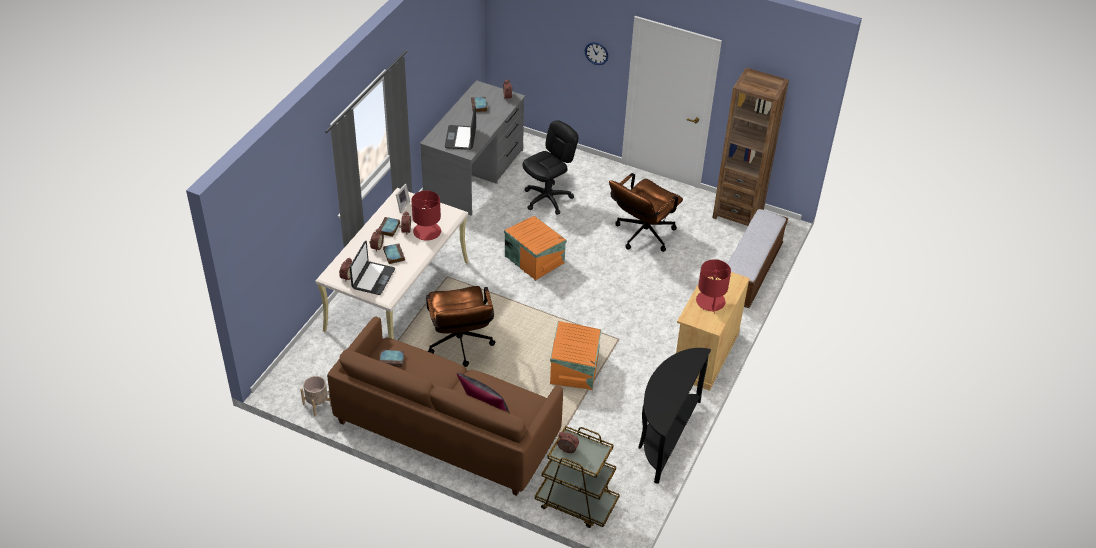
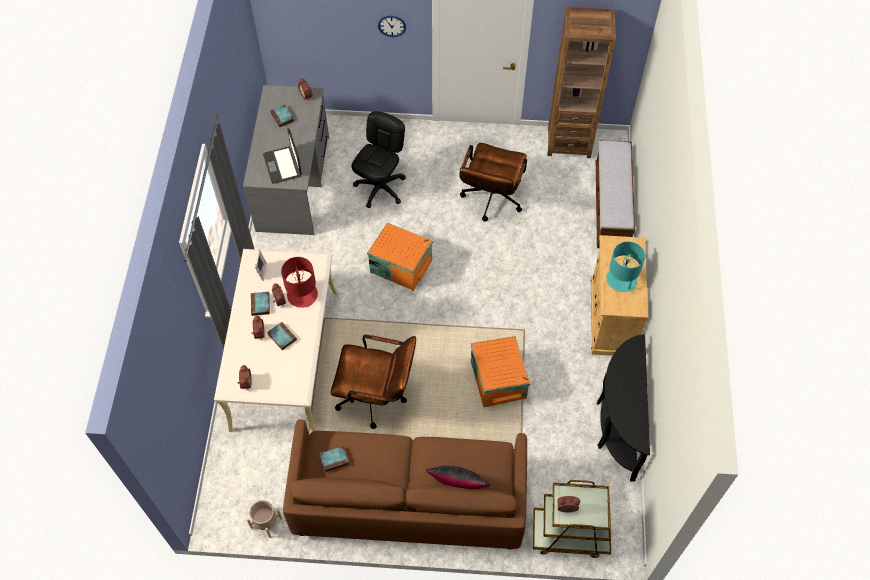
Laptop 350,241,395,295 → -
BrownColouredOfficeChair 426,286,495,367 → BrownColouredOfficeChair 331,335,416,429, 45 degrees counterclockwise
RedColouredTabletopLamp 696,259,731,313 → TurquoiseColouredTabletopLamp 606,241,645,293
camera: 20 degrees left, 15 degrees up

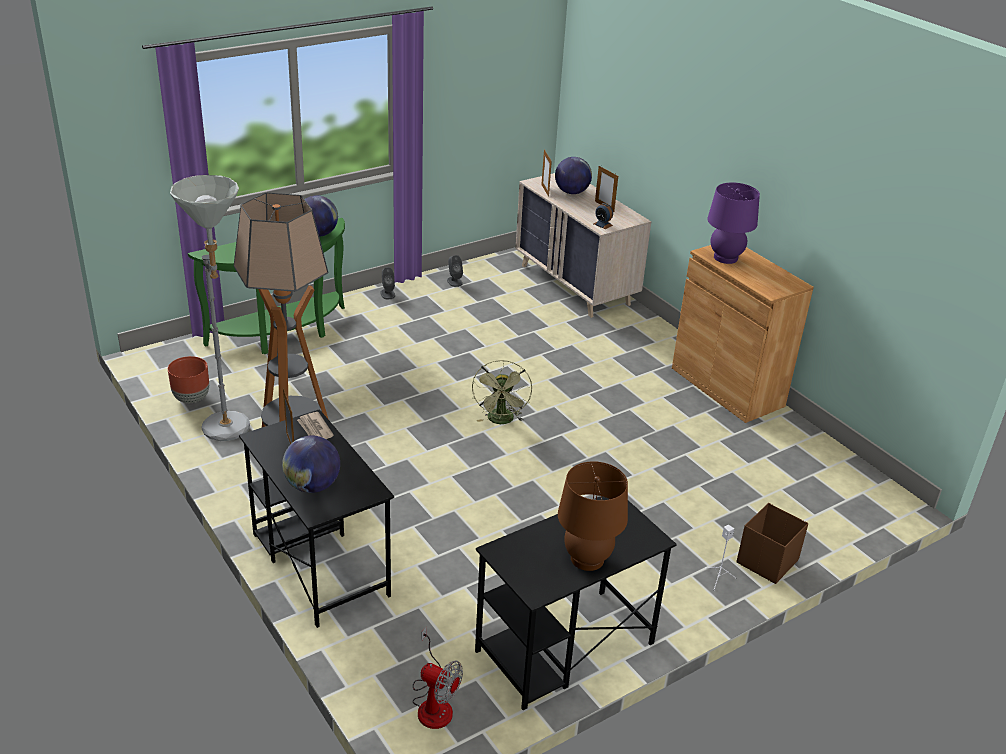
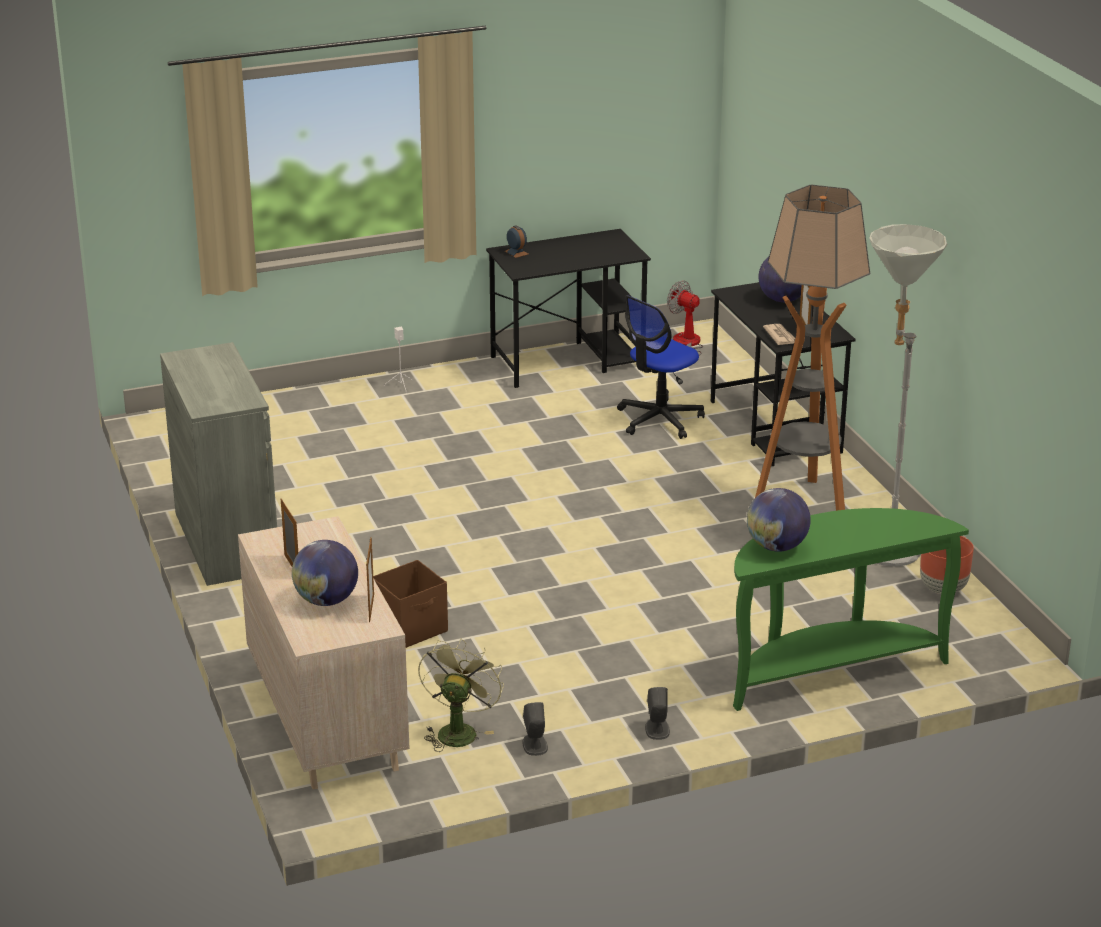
GreenColouredElectricFan 472,360,532,424 → GreenColouredElectricFan 418,638,504,752, shifted
BrownColouredTabletopLamp 558,461,628,571 → -
BedsideClock 593,203,613,229 → BedsideClock 505,225,528,258, shifted
BrownColouredCabinet 672,245,814,423 → GrayCabinet 160,342,277,586
PurpleColouredTabletopLamp 707,183,760,264 → -
BrownColouredStorageBox 737,503,808,584 → BrownColouredStorageBox 373,560,448,648, shifted
- → OfficeChair 617,295,705,439
camera: 165 degrees left, 5 degrees down

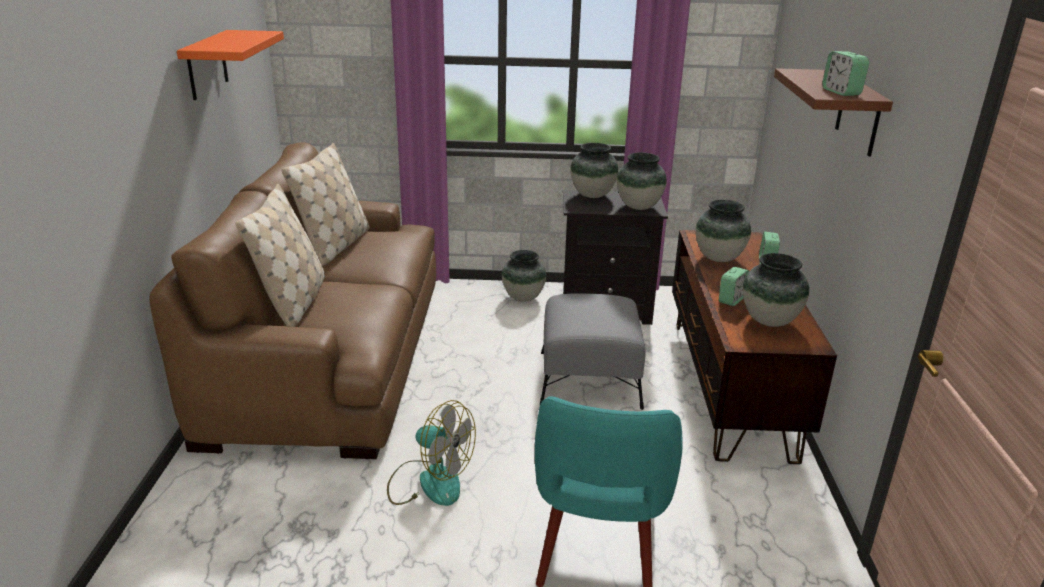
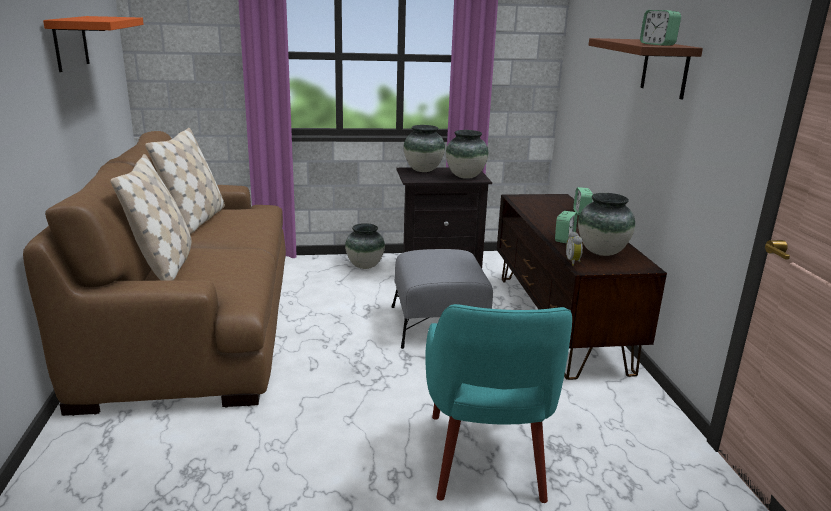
ElectricFan 387,400,476,506 → -
FlowerVase 695,200,751,262 → -
- → BedsideClock 566,231,583,266
camera: 10 degrees left, 5 degrees down

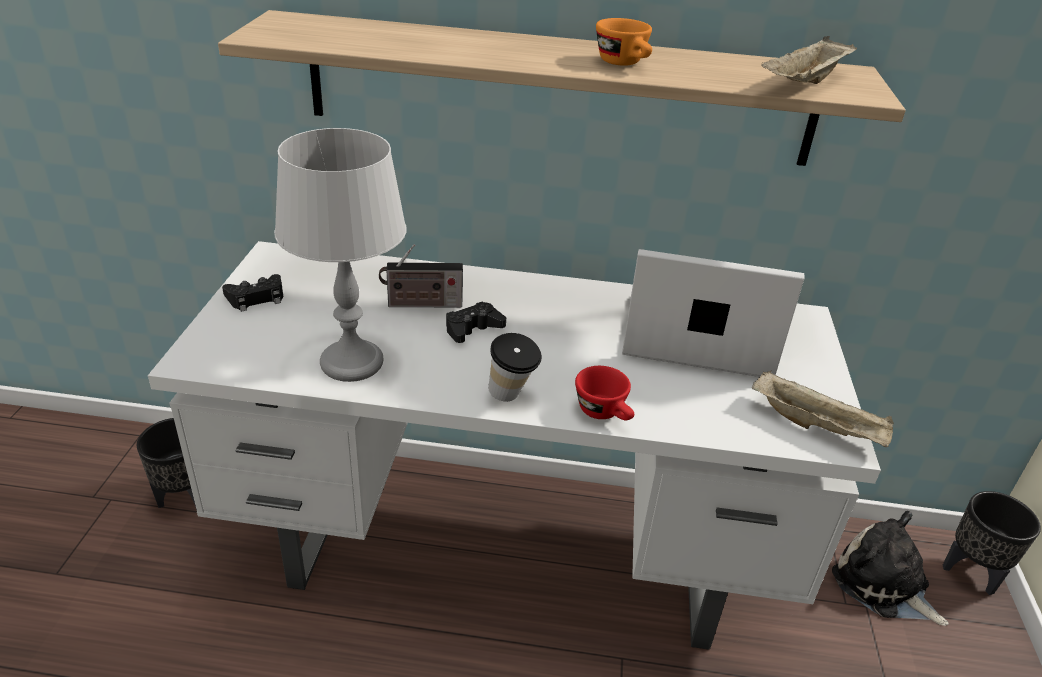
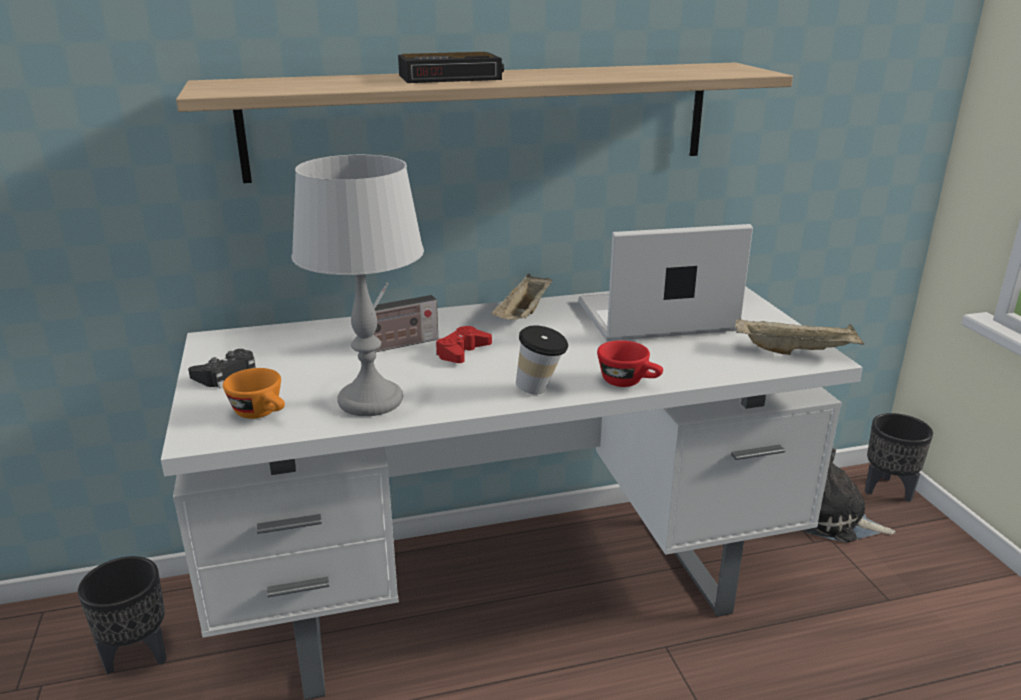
BlackColouredGamepad 446,302,506,343 → RedColouredGamepad 436,326,492,363
OrangeColouredDrinkingCup 596,18,652,66 → OrangeColouredDrinkingCup 223,368,285,419, shifted
SandColouredTray 761,36,857,84 → SandColouredTray 492,274,552,320, shifted
- → BedsideClock 398,52,504,83
camera: 20 degrees left, 10 degrees down

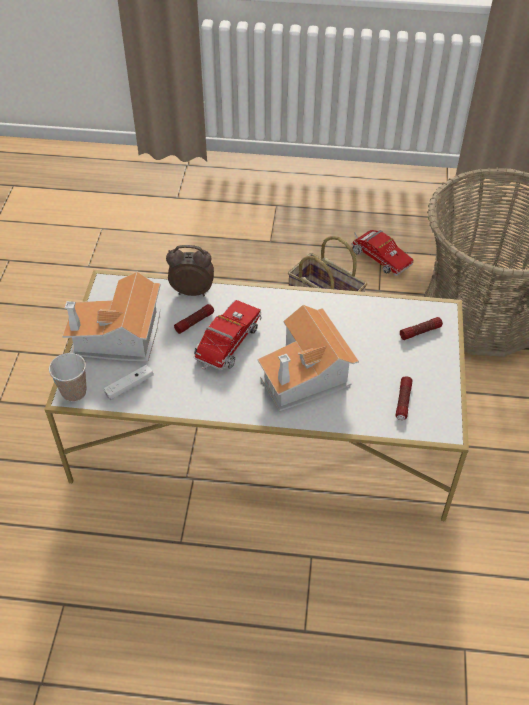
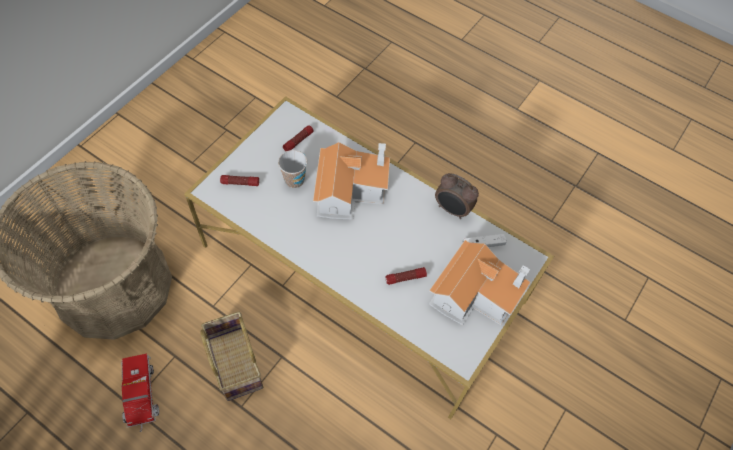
DrinkingCup 49,353,87,402 → DrinkingCup 278,150,307,188, shifted
BedsideClock 166,245,214,296 → BedsideClock 435,173,479,219, shifted
ModelTruck 193,300,262,370 → -
camera: 155 degrees left, 10 degrees up

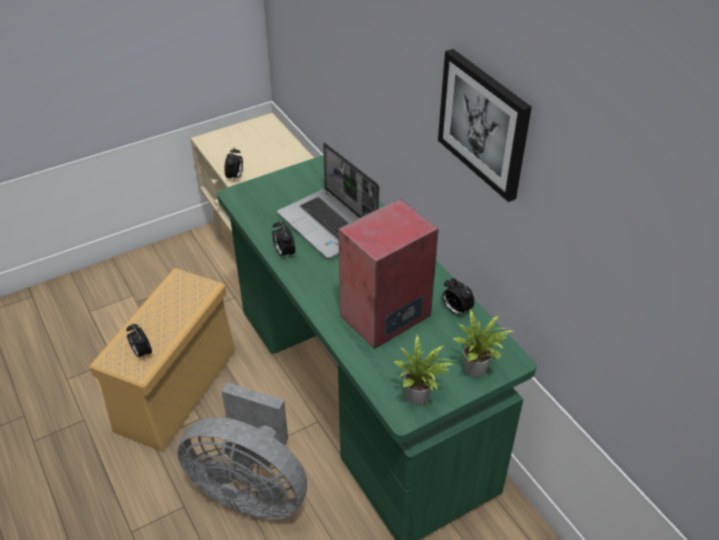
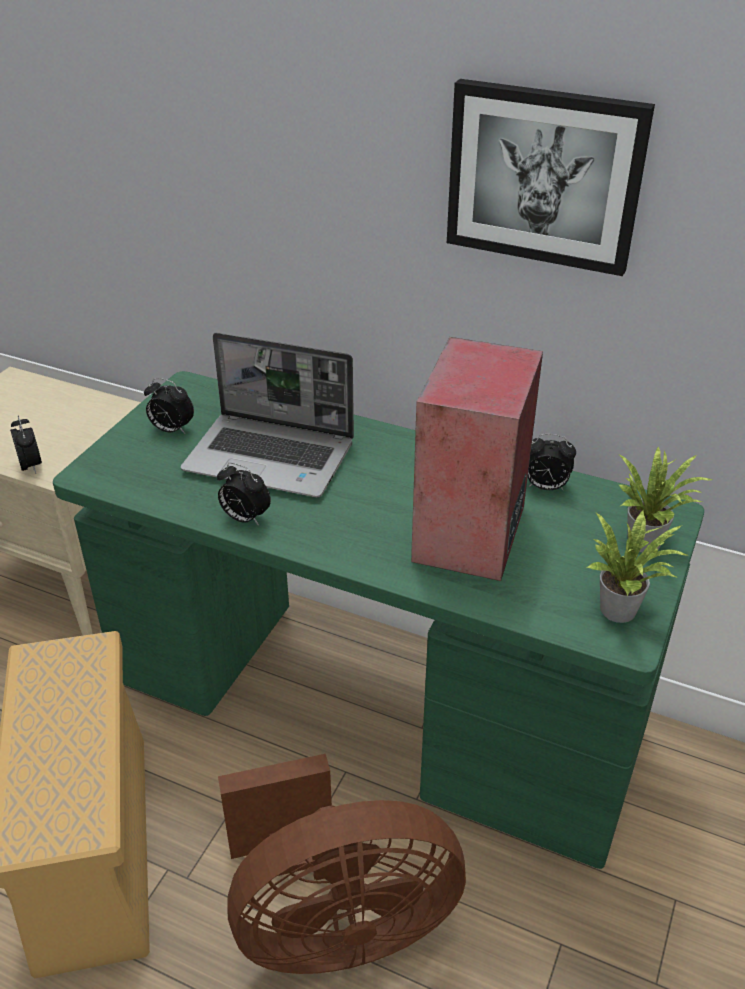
BedsideClock 126,324,152,359 → BedsideClock 144,378,194,434, shifted
GrayElectricFan 177,382,307,520 → BrownColouredElectricFan 218,754,466,974
camera: 35 degrees left, 5 degrees down

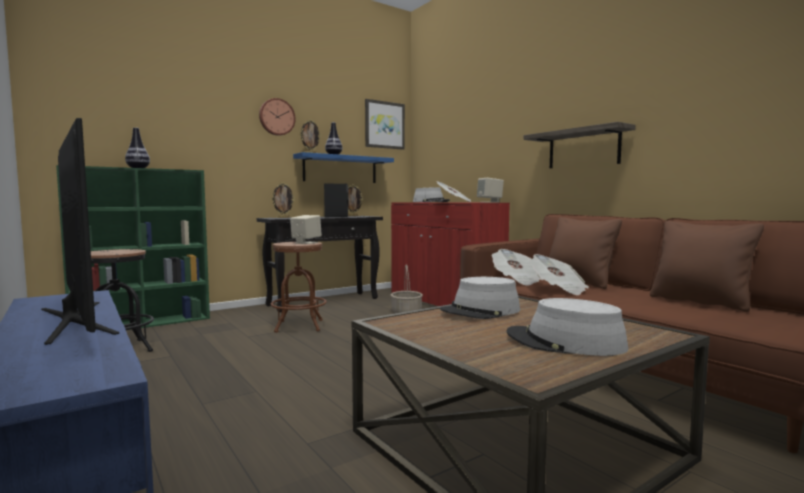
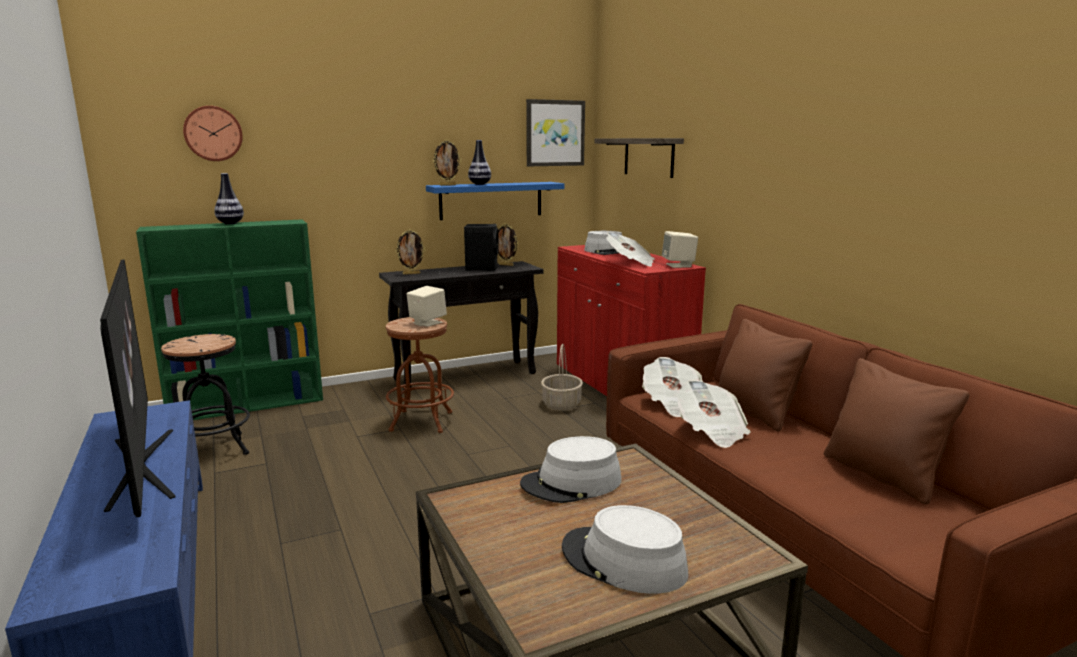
ClockOnTheWall 259,98,296,136 → ClockOnTheWall 183,106,243,161, shifted
WallShelf 524,122,636,168 → WallShelf 595,138,684,178, shifted
camera: 10 degrees right, 10 degrees up

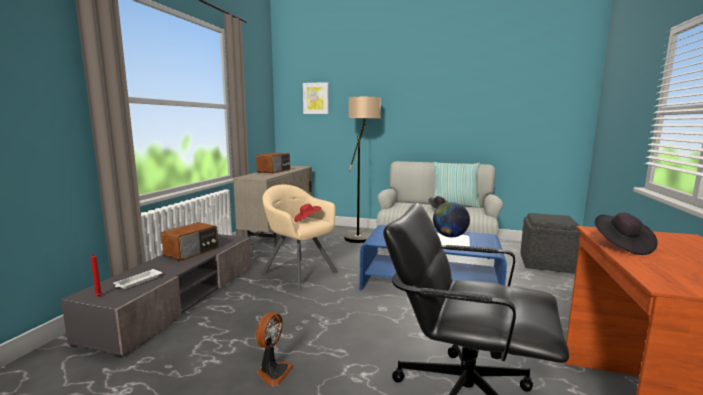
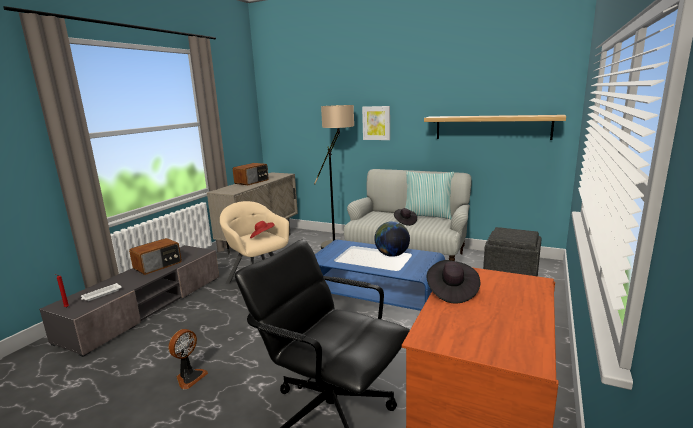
WallPicture 303,82,328,114 → WallPicture 362,106,390,140, shifted
- → WallShelf 424,115,566,140
camera: 10 degrees right, 5 degrees up

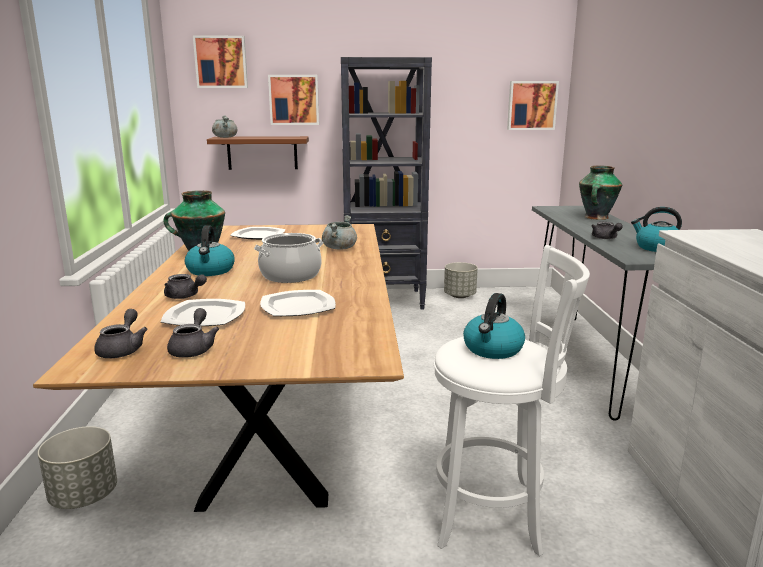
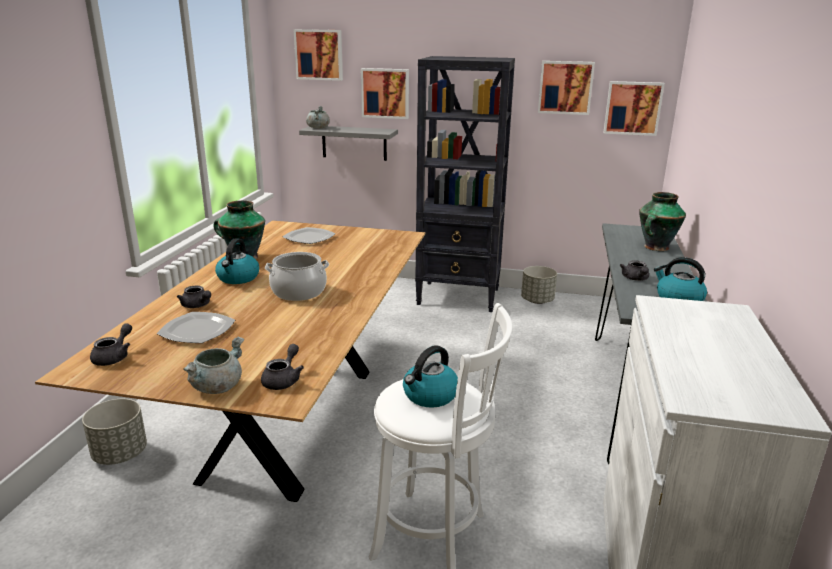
GrayTeaPot 167,308,219,358 → GrayTeaPot 261,344,304,390, shifted
BrownColouredWallShelf 207,136,309,170 → GrayWallShelf 299,126,398,161
Plate 260,290,336,316 → -
GraySaucepot 322,215,357,249 → GraySaucepot 183,336,244,394, shifted
- → WallPicture 538,61,595,115
camera: 15 degrees right, 5 degrees up

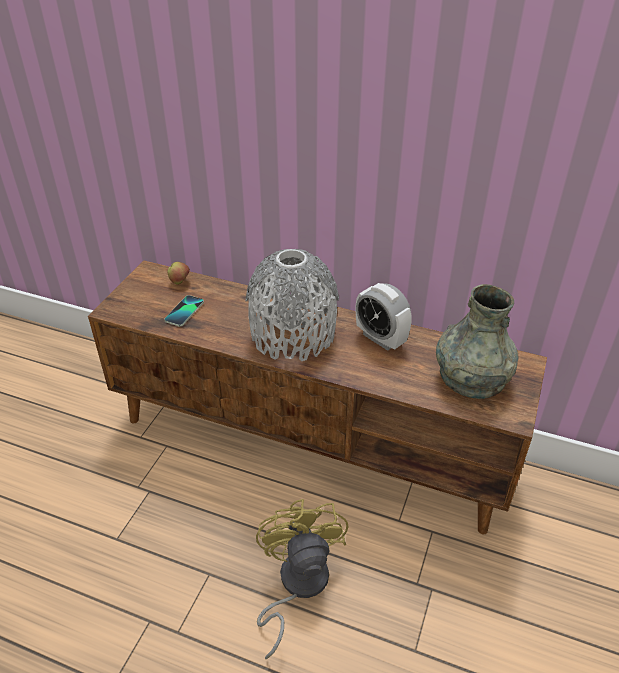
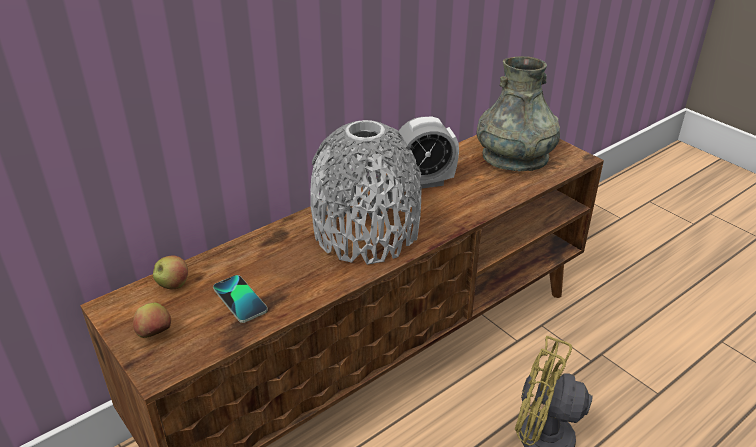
- → WholeApple 133,303,171,338
camera: 60 degrees left, 5 degrees down

